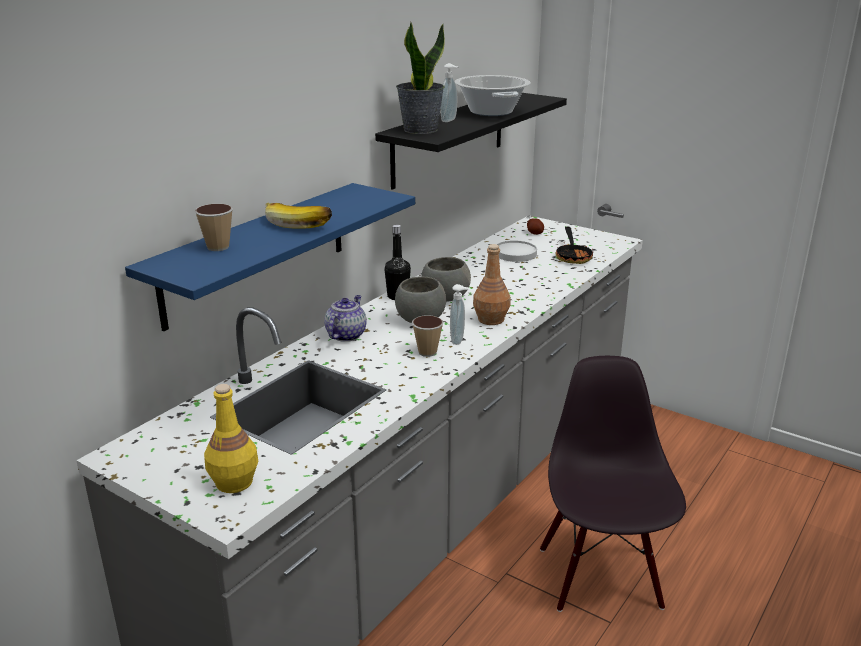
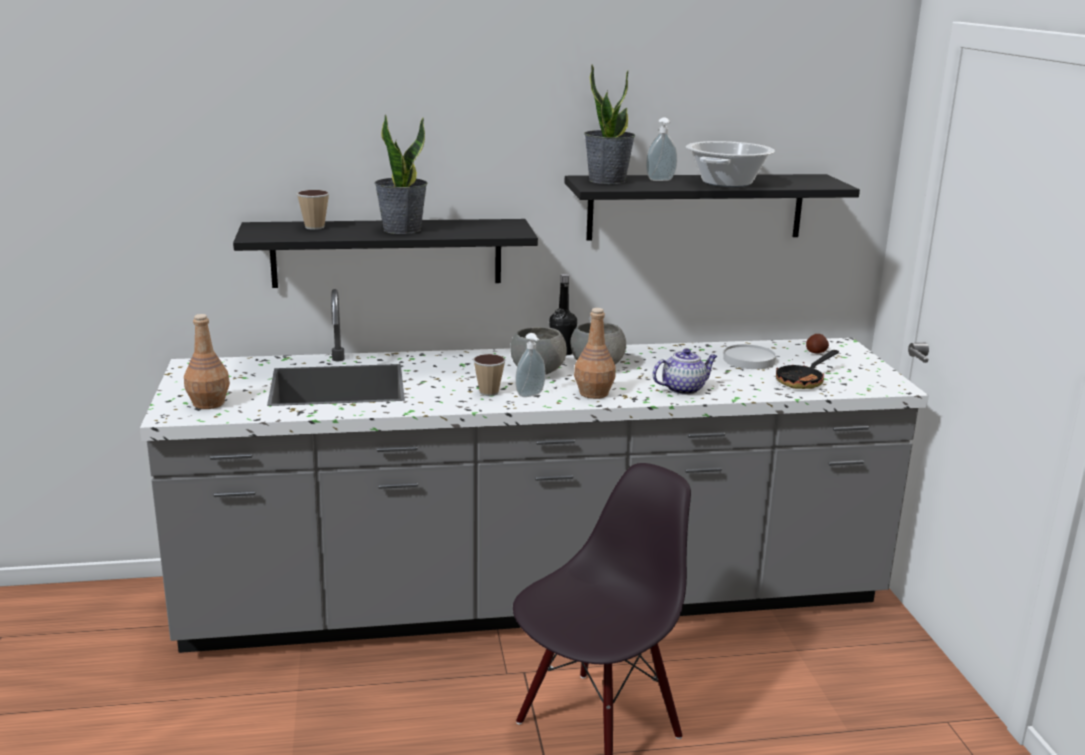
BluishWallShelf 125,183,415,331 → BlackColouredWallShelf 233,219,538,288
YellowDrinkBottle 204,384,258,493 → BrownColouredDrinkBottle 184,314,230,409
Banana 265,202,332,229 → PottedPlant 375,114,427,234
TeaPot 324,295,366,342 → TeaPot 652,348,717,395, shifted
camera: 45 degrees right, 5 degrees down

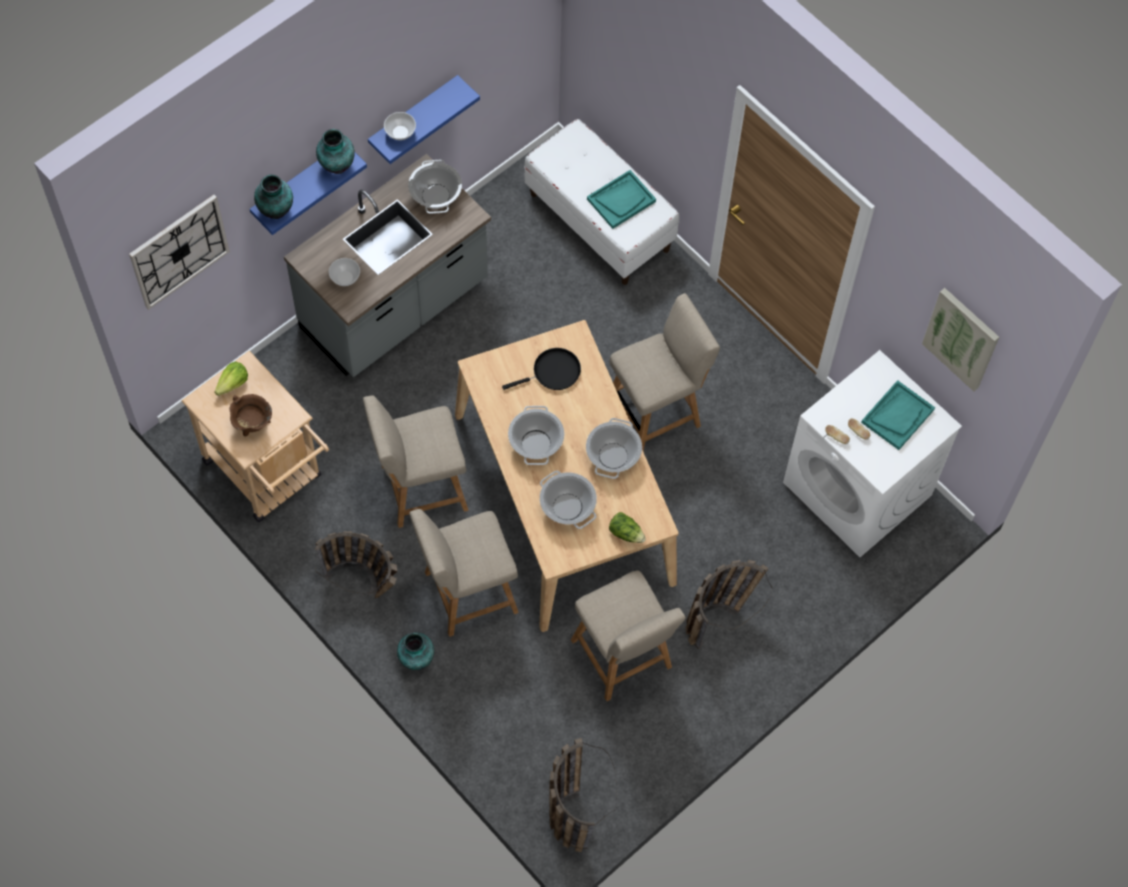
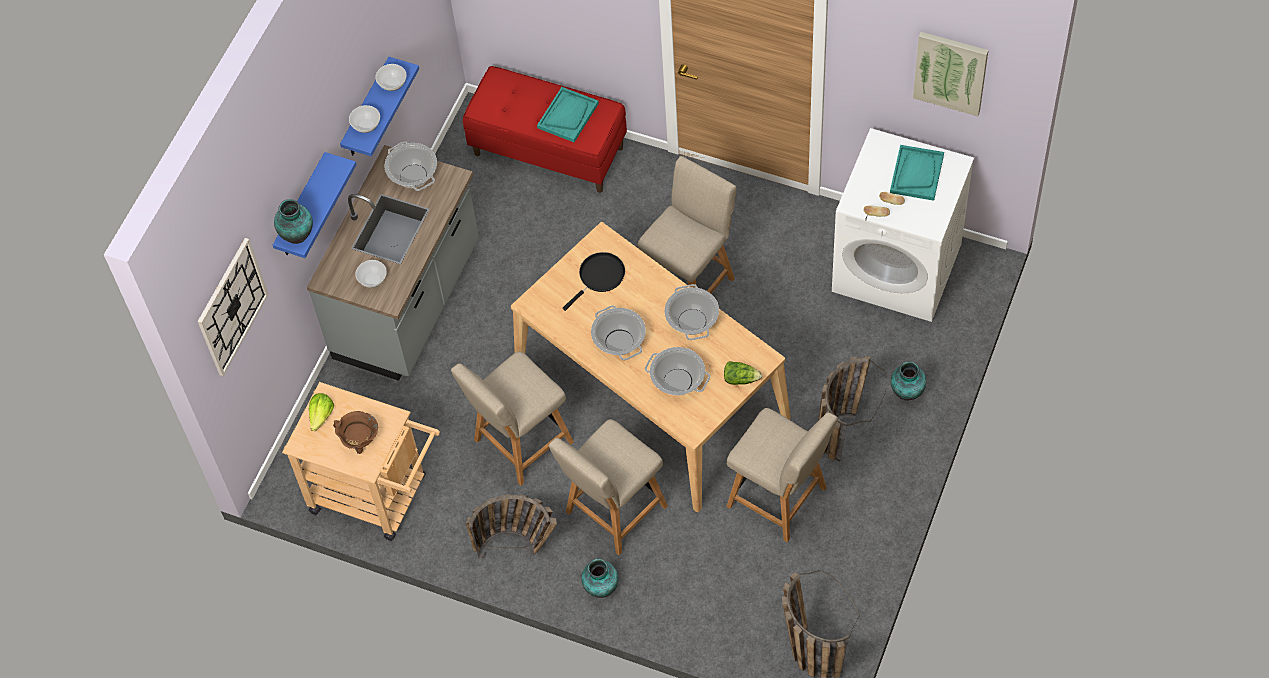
FlowerVase 316,129,355,174 → FlowerVase 891,361,926,401, shifted
WhiteLongSeat 524,119,679,285 → RedColouredLongSeat 463,66,627,193
- → ServingBowl 376,64,407,91
camera: 20 degrees left, 5 degrees down

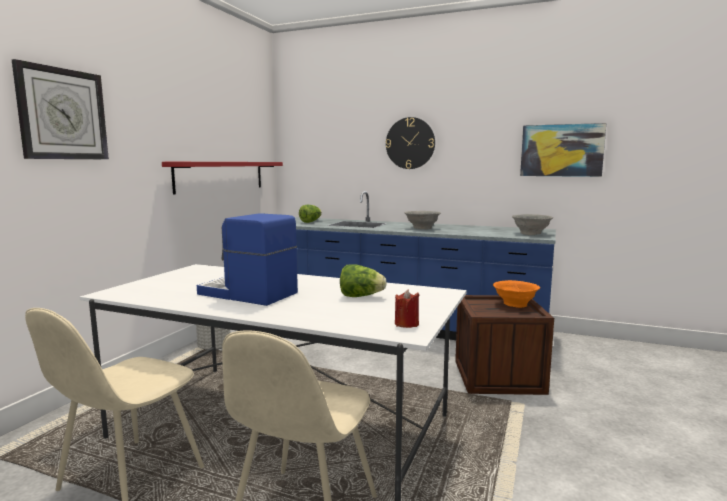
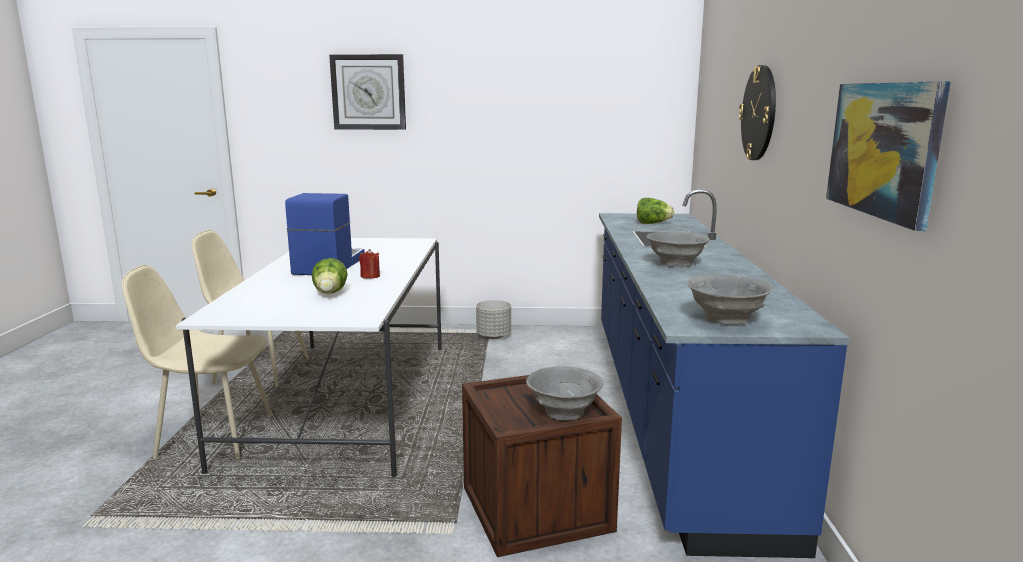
RedColouredWallShelf 162,162,283,195 → -
RedColouredCandle 395,289,420,328 → RedColouredCandle 359,249,380,279, shifted
OrangeColouredServingBowl 493,280,540,308 → GrayServingBowl 526,366,603,421
camera: 70 degrees right, 5 degrees up

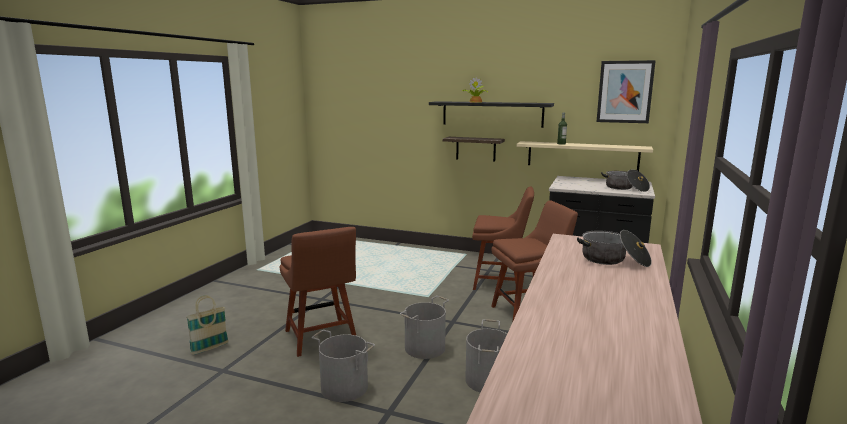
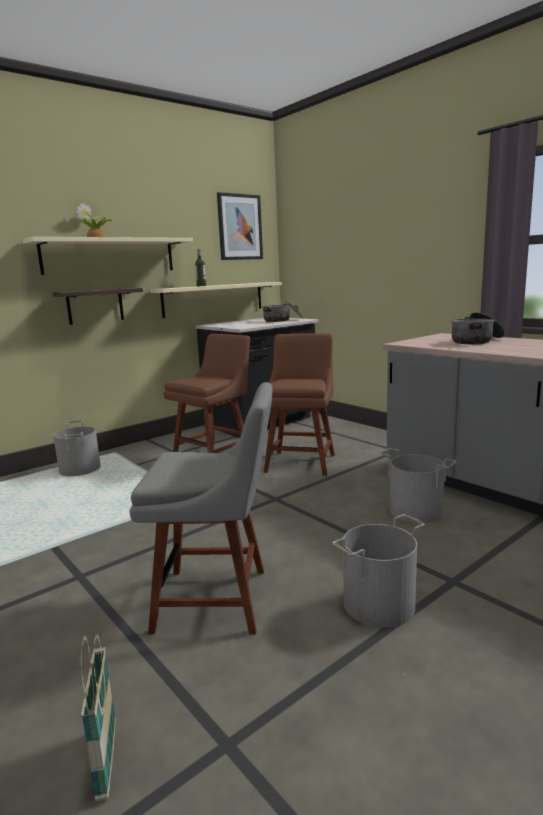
BrownColouredUprightChair 280,227,356,357 → GrayUprightChair 129,382,272,635
GrayBucket 400,296,449,359 → GrayBucket 53,420,101,476, shifted
BlackColouredWallShelf 429,101,554,128 → SandColouredWallShelf 22,237,193,275
camera: 60 degrees left, 0 degrees up

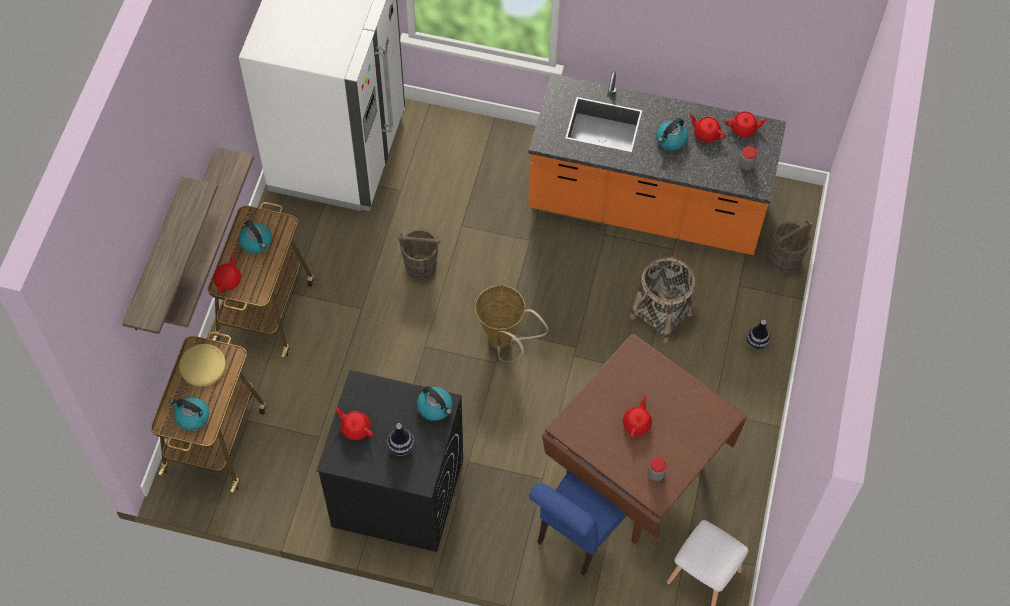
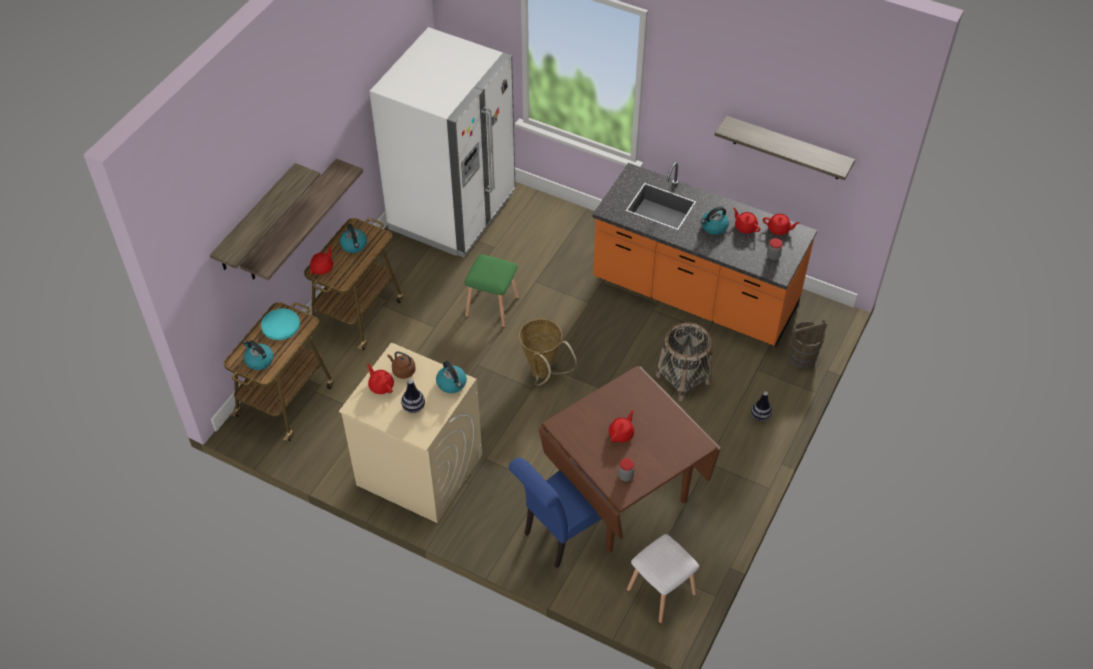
YellowPlate 179,344,226,387 → TurquoiseColouredPlate 261,308,300,340
BlackColouredWashingMachine 316,370,463,552 → SandColouredWashingMachine 339,342,482,523
BrownColouredBucket 398,229,440,281 → GreenColouredStoolSeat 464,255,519,327
- → BrownColouredKettle 387,351,416,379
- → WallShelf 714,116,855,180
camera: 15 degrees right, 10 degrees down

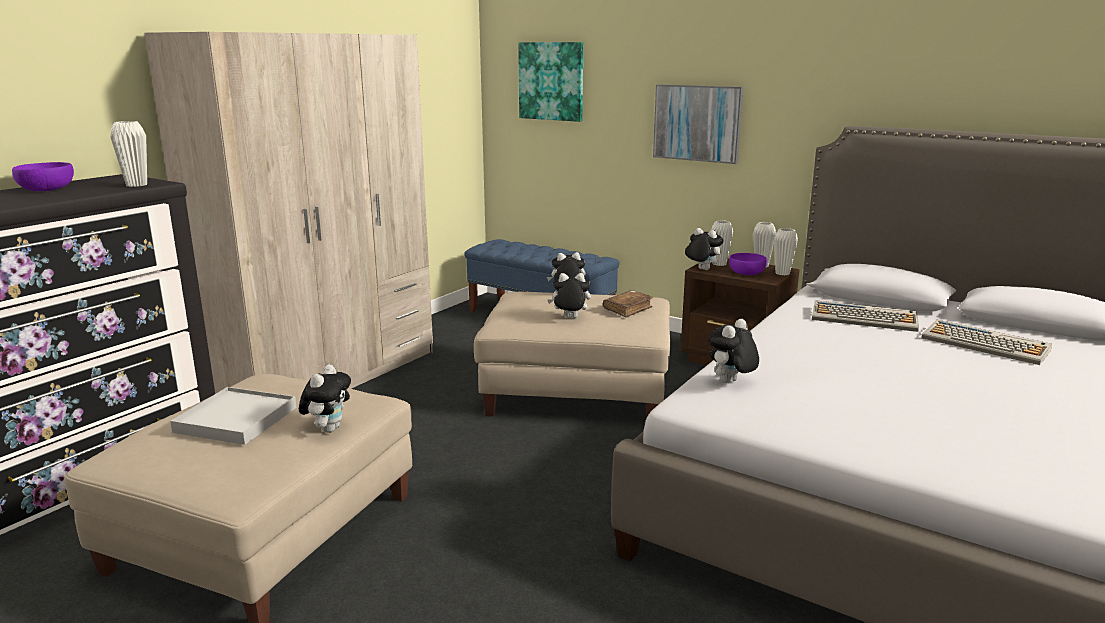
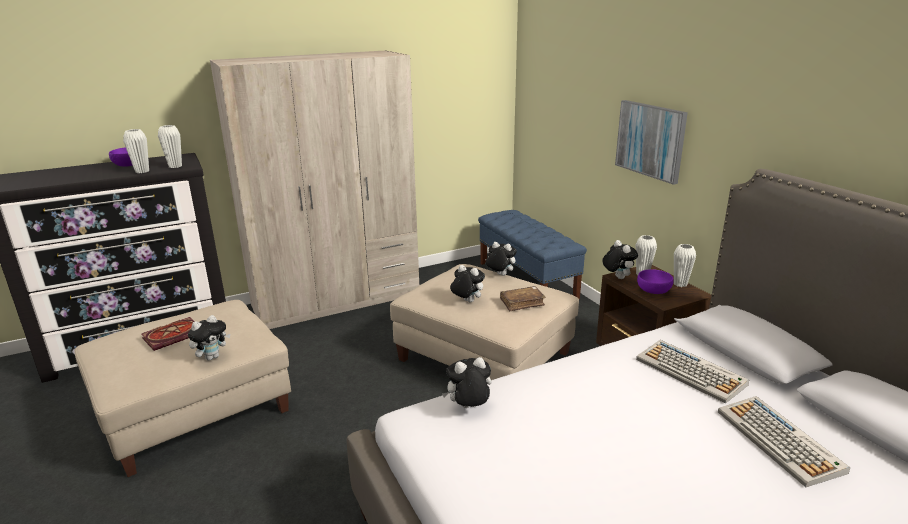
WhiteTray 170,387,297,445 → Book 141,317,195,351
WallPicture 518,42,583,122 → -
WhiteFlowerVase 774,228,798,275 → WhiteFlowerVase 123,129,149,173, shifted
camera: 30 degrees right, 5 degrees up

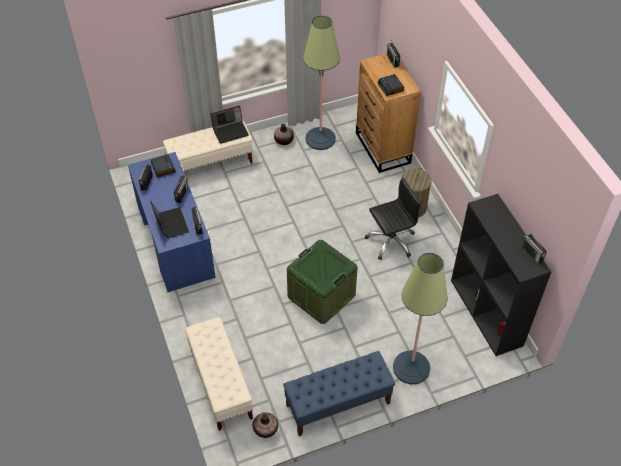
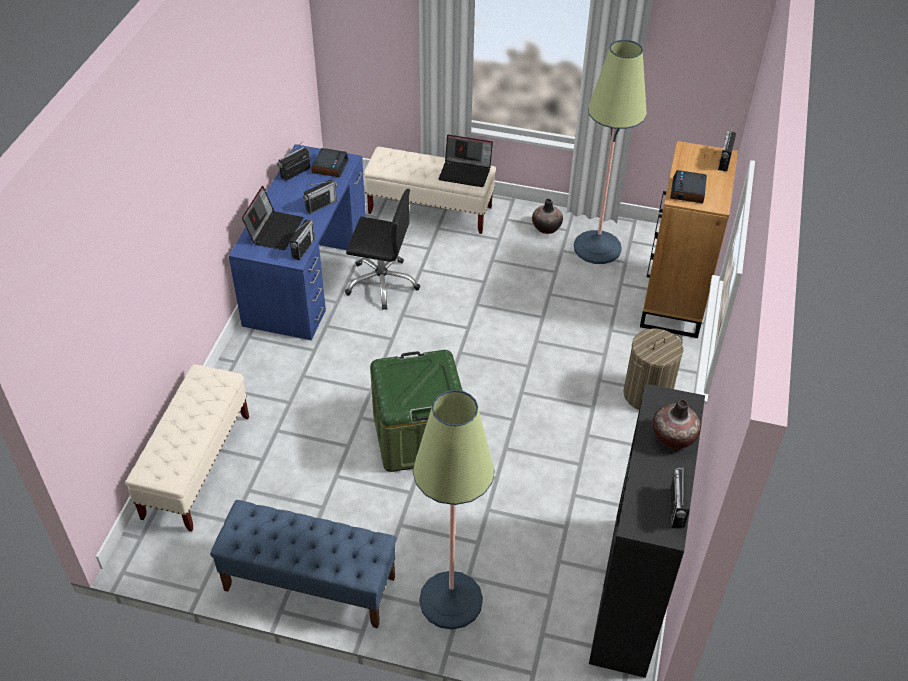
FlowerVase 252,413,278,438 → FlowerVase 653,399,701,449, shifted
BlackColouredOfficeChair 365,178,421,260 → BlackColouredOfficeChair 345,189,420,310, shifted
camera: 35 degrees right, 5 degrees down

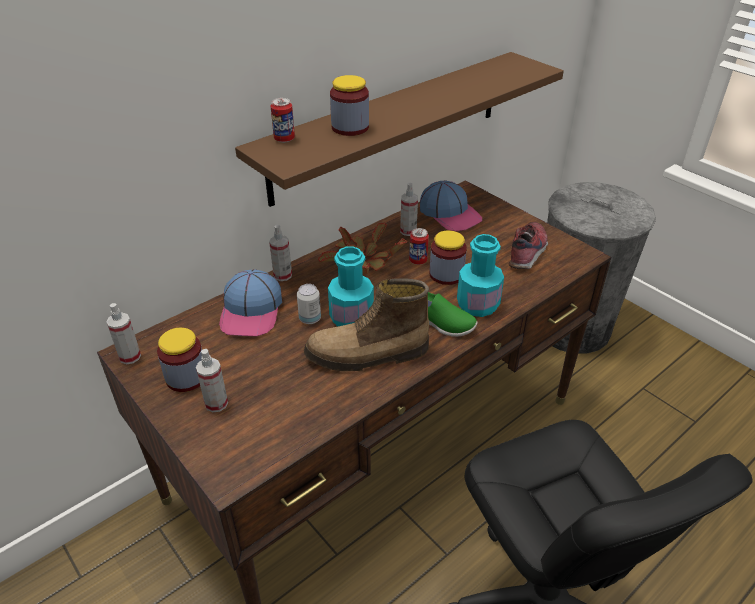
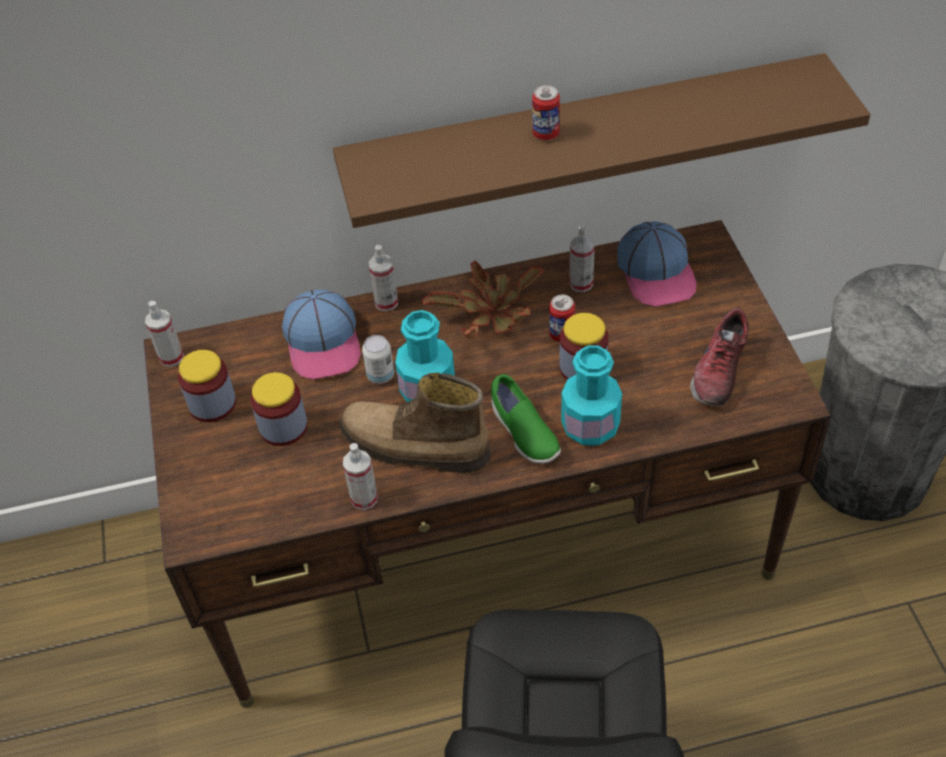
SprayBottle 196,349,228,412 → SprayBottle 343,443,378,510, shifted
PeakedCap 219,269,282,337 → PeakedCap 282,290,361,380, 45 degrees counterclockwise
Can 271,98,295,143 → Can 532,85,560,140, shifted
StorageJar 330,75,369,136 → StorageJar 251,372,307,446, shifted
ItemOfFootwear 508,222,548,269 → ItemOfFootwear 690,307,749,407, 150 degrees clockwise
camera: 30 degrees right, 10 degrees up

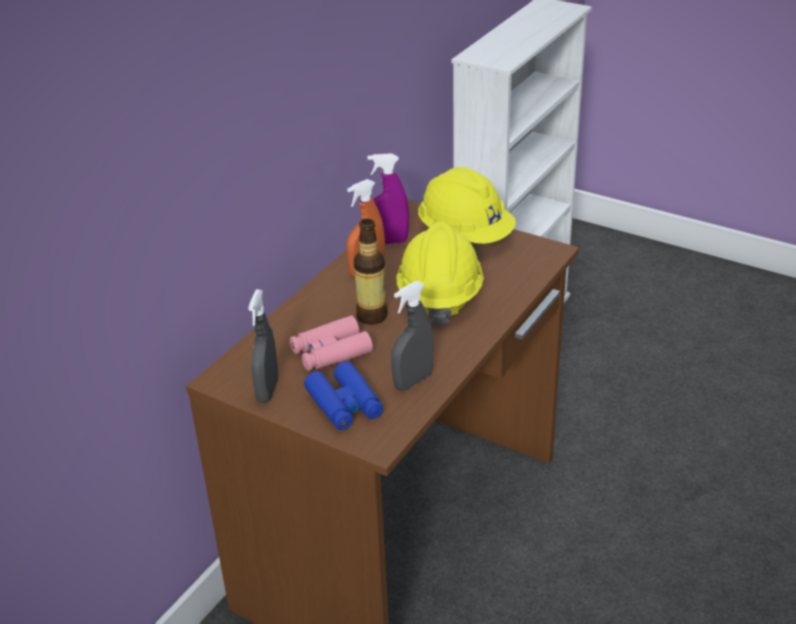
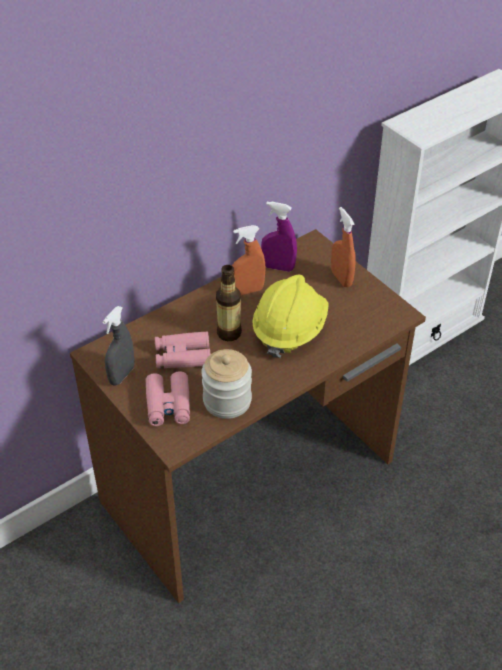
BluishPairOfBinoculars 304,361,383,430 → PinkishPairOfBinoculars 146,371,190,426
GraySprayBottle 391,281,434,391 → StorageJar 201,349,252,419
YellowWorkHelmet 418,167,516,244 → OrangeColouredSprayBottle 331,207,356,287
camera: 20 degrees right, 10 degrees up

